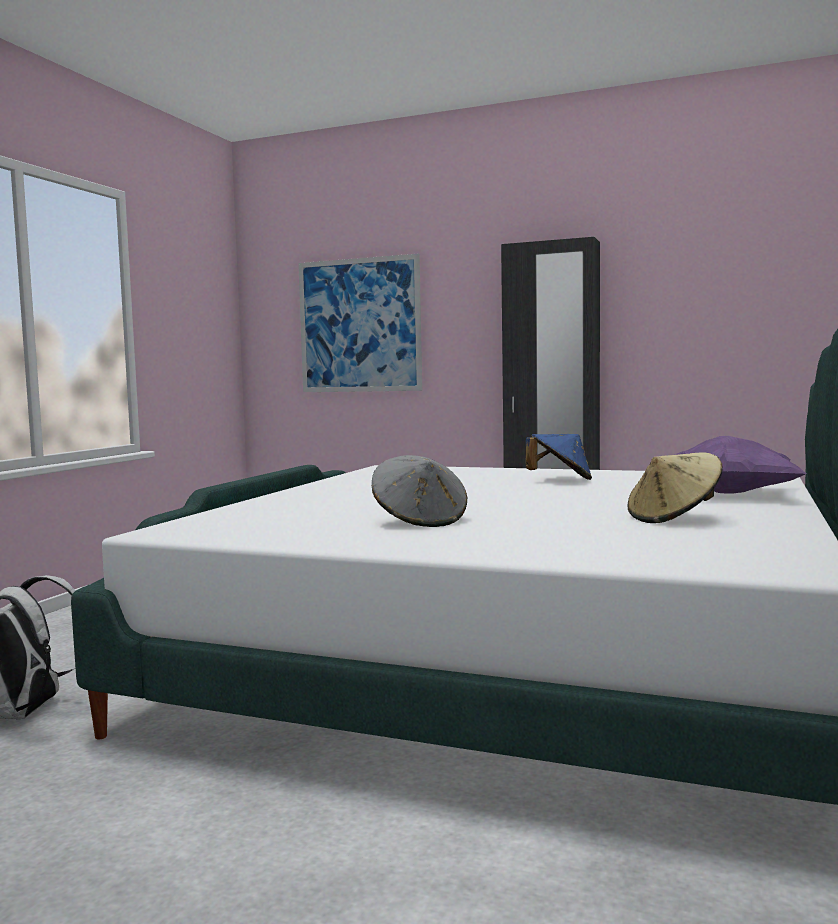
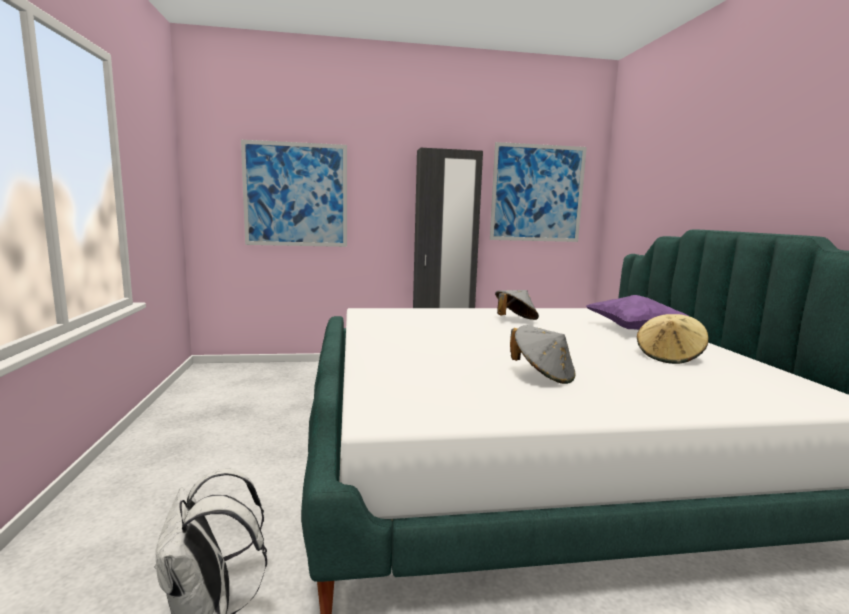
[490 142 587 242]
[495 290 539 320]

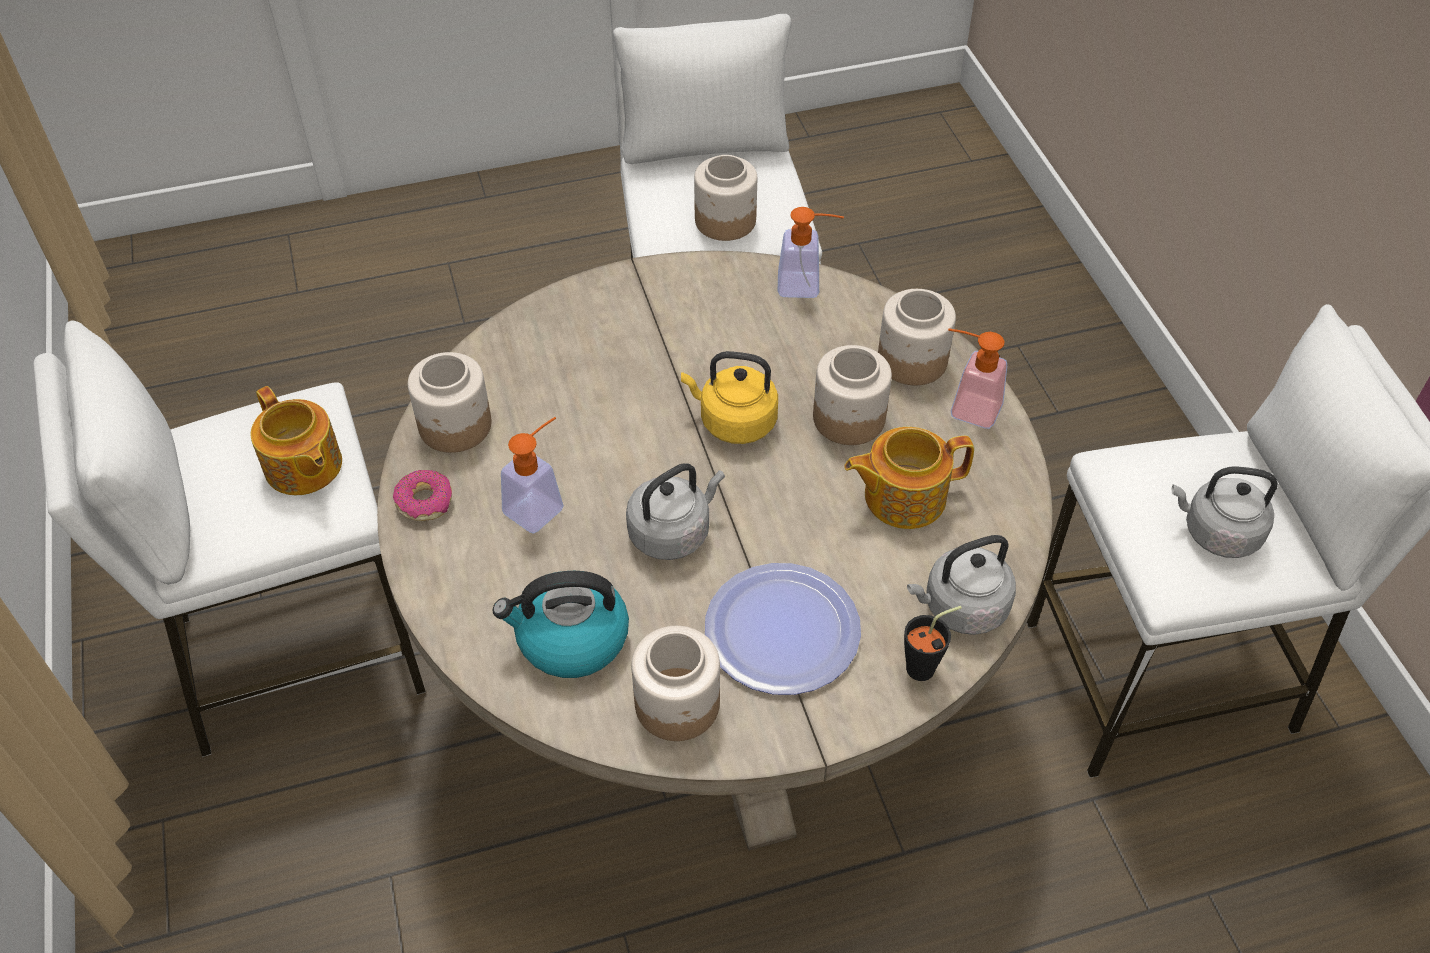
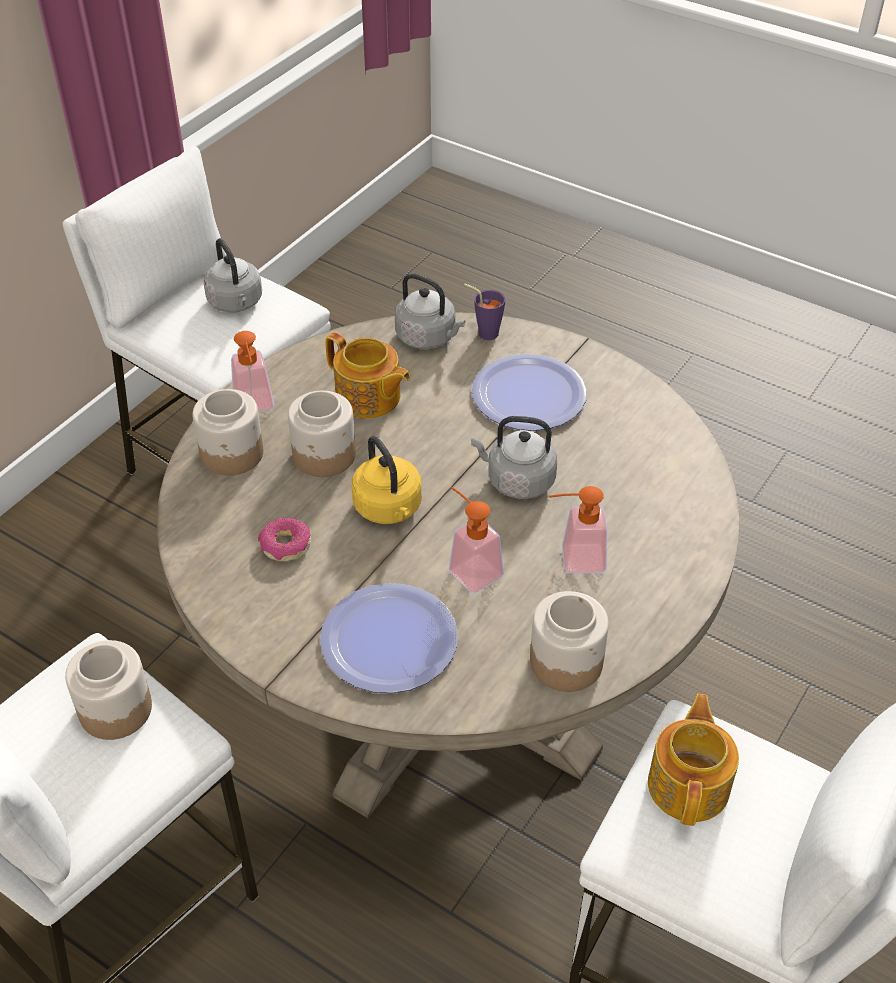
[258 518 311 561]
[320 583 458 693]
[449 487 504 594]
[464 284 505 340]
[492 571 629 678] (first image)
[631 626 720 741] (first image)

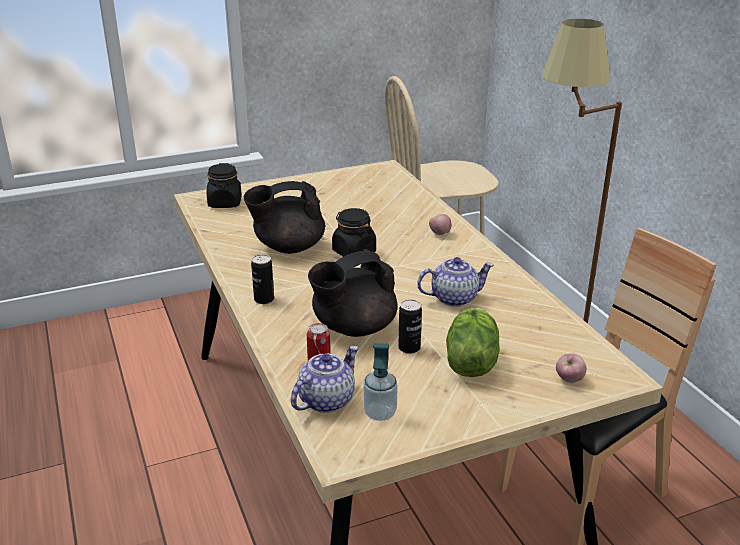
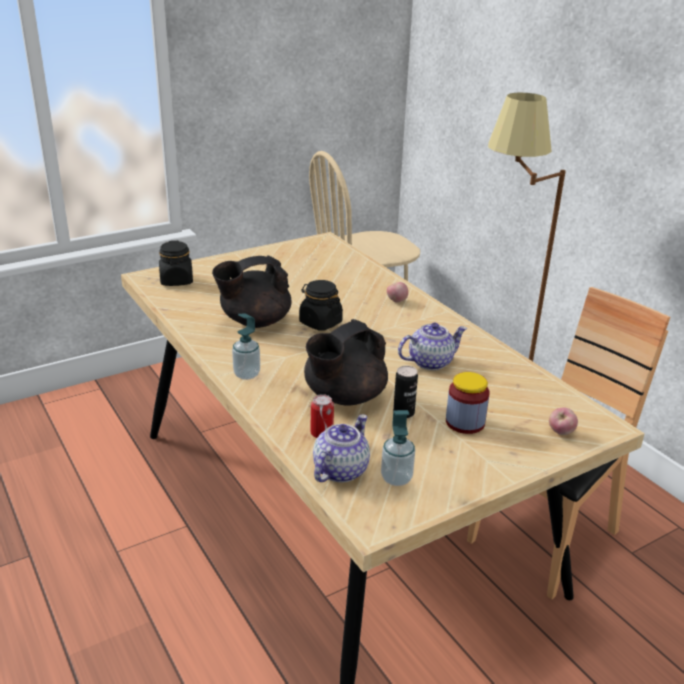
[232 313 260 380]
[446 372 490 434]

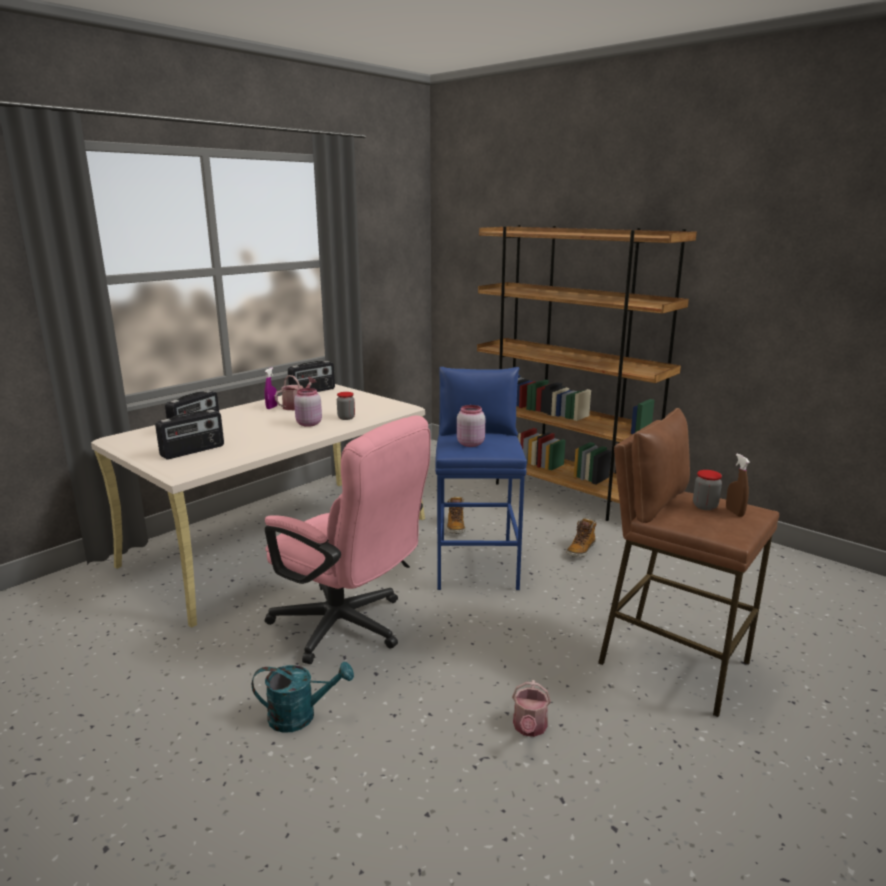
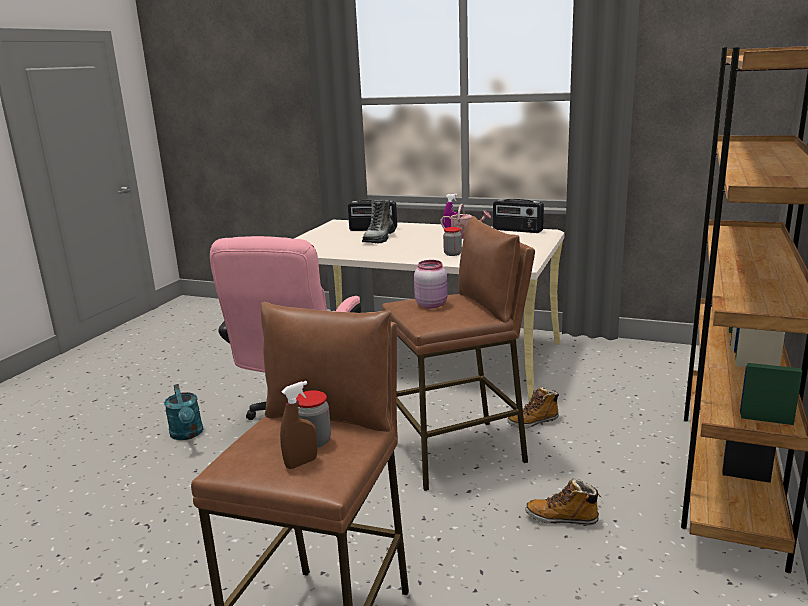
[362 200 395 244]
[382 216 535 491]
[155 410 224 459] (first image)
[294 388 322 427] (first image)
[512 680 551 737] (first image)

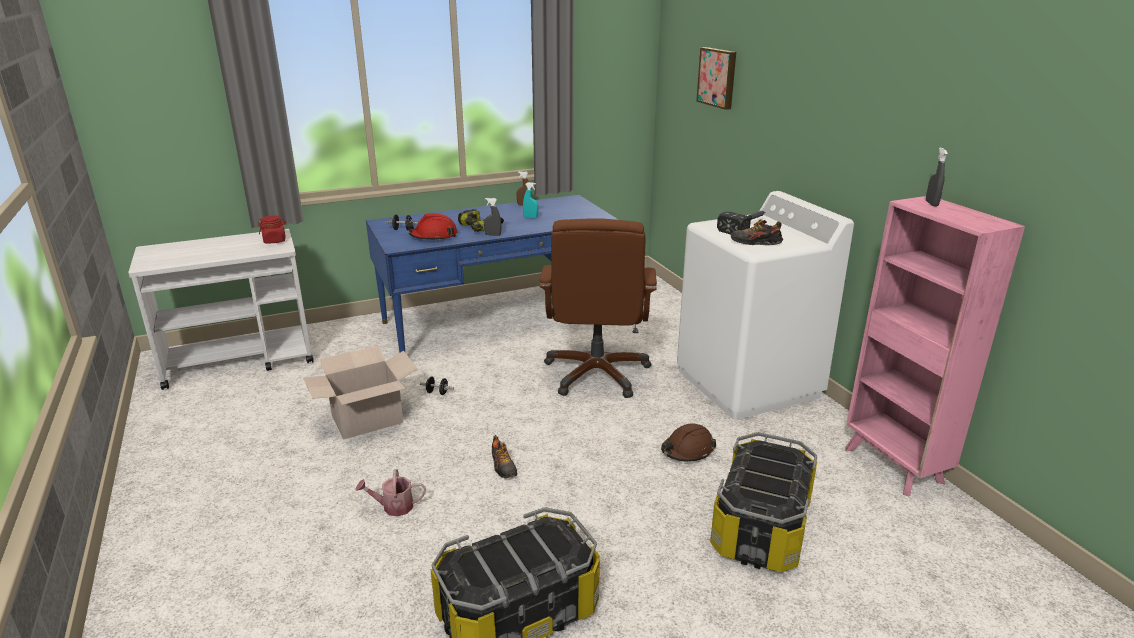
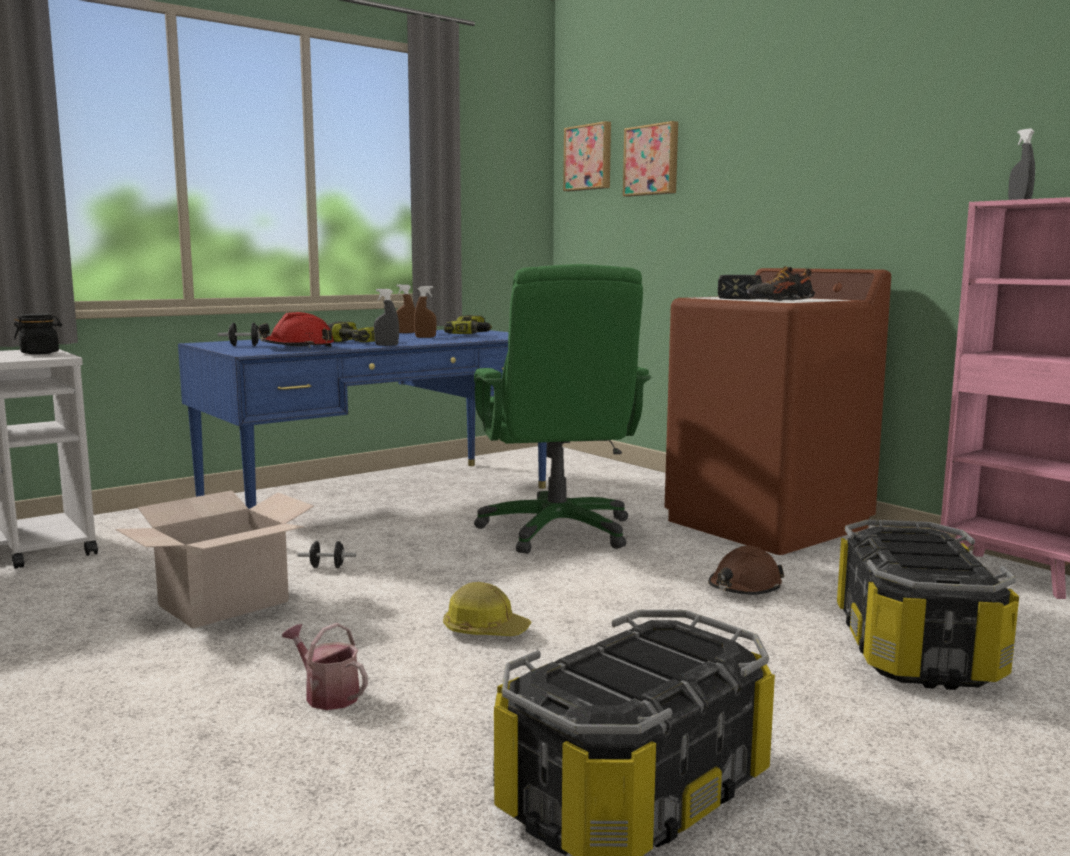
[14 314 62 355]
[282 623 368 710]
[414 286 437 338]
[443 582 531 636]
[444 315 492 334]
[474 264 651 554]
[563 121 611 191]
[665 268 891 555]

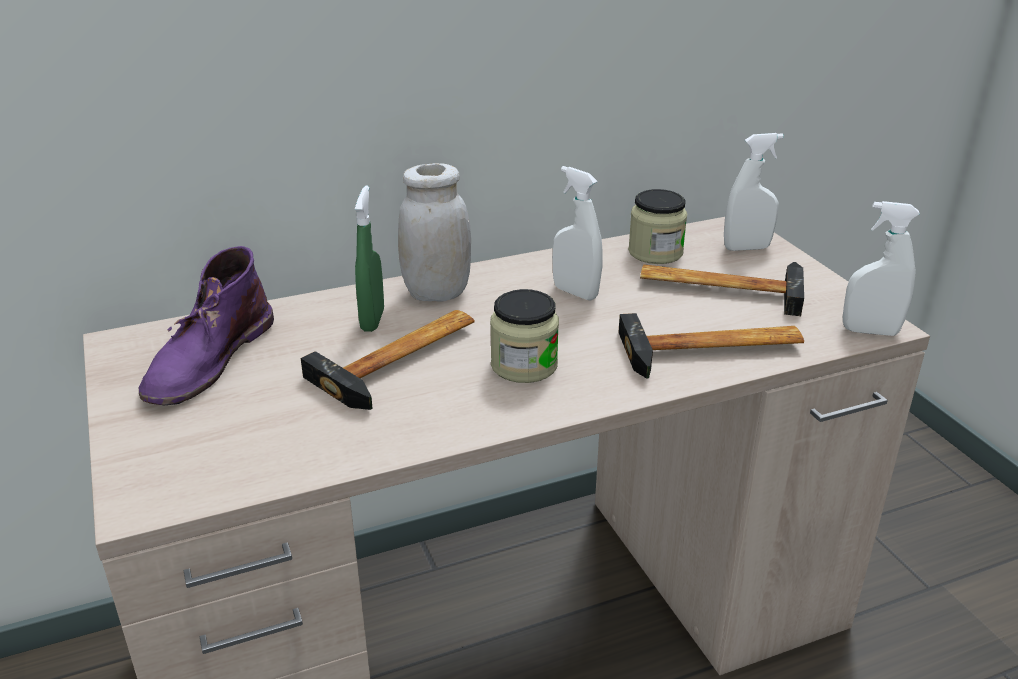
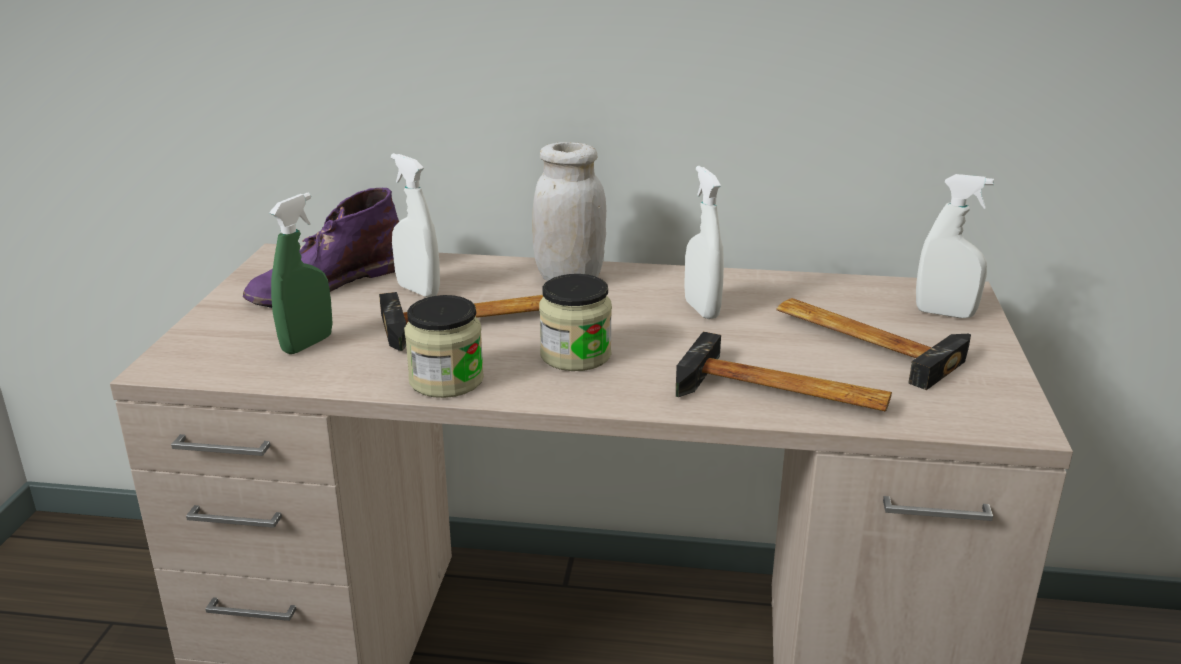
[269 193 333 354]
[391 153 440 297]
[404 295 484 398]

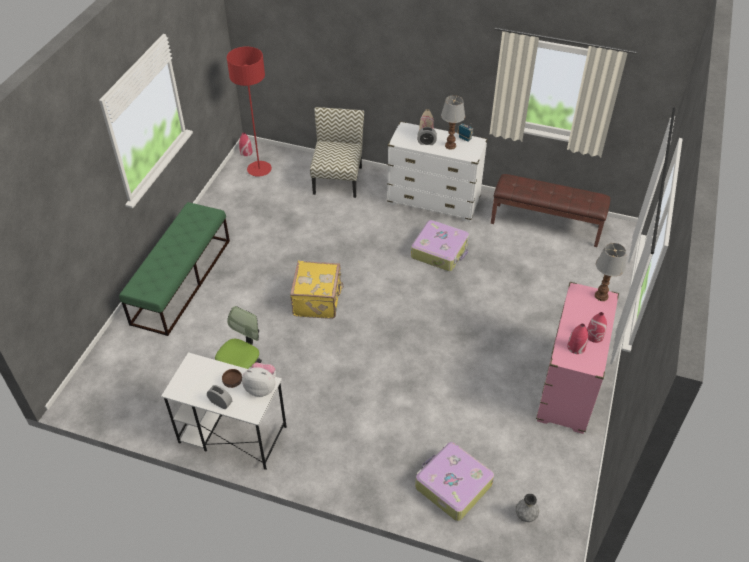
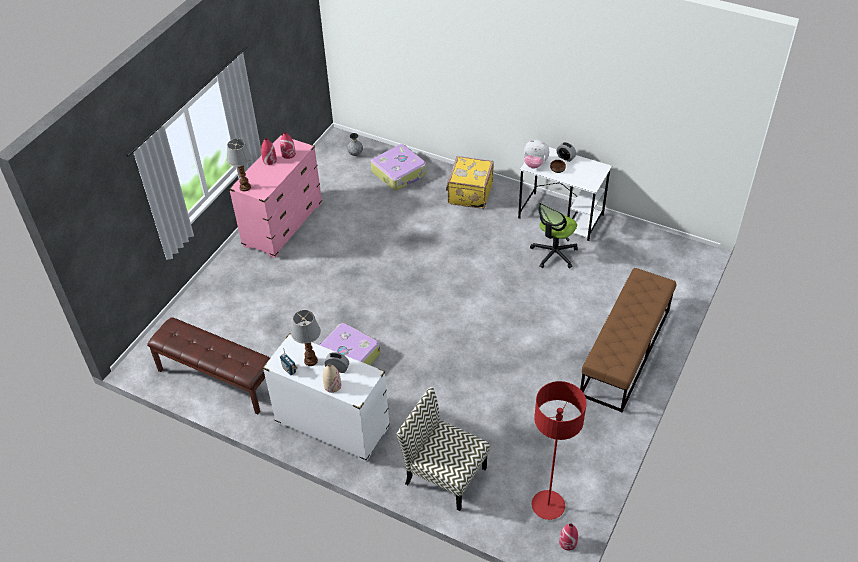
[396 387 490 511]
[446 156 494 209]
[580 268 676 412]

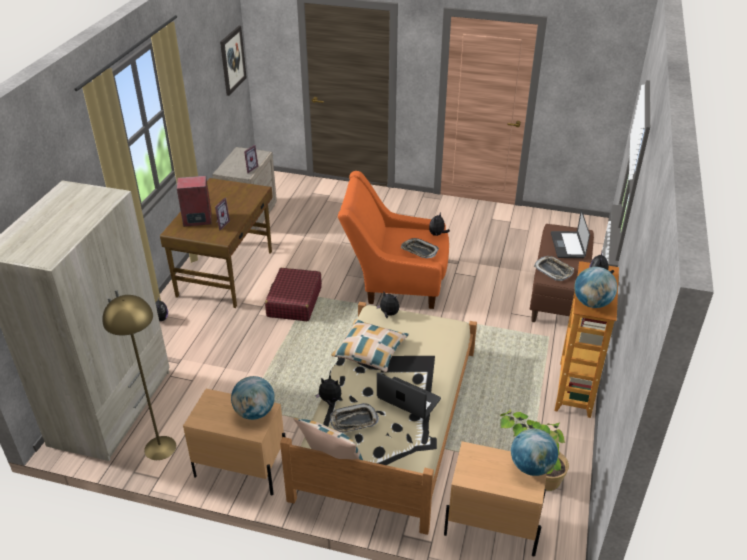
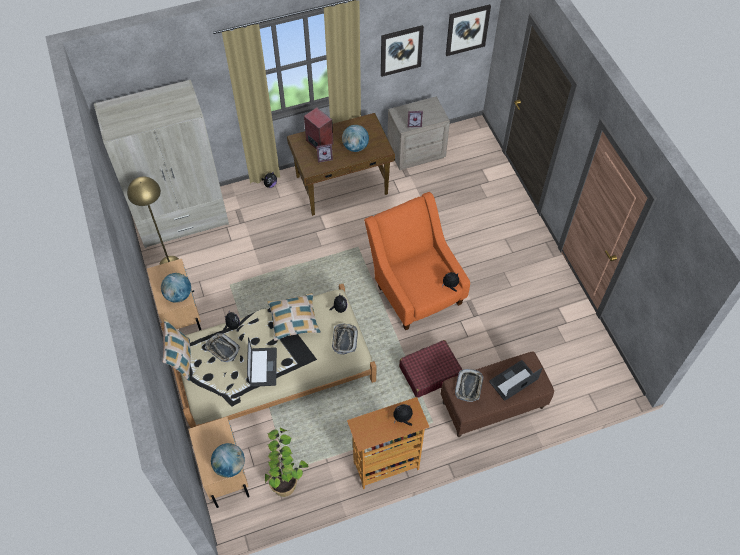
[332 324 358 355]
[342 125 369 152]
[381 25 424 77]
[399 340 462 398]

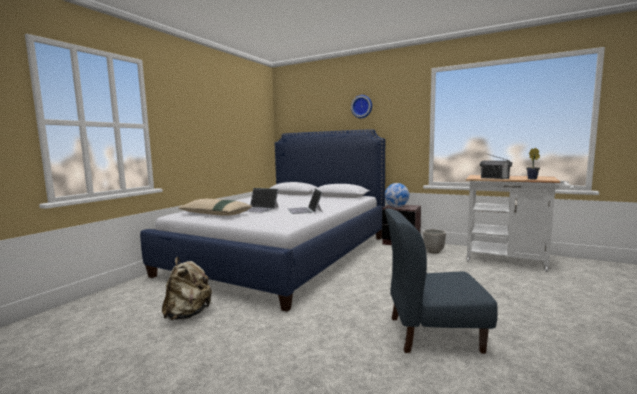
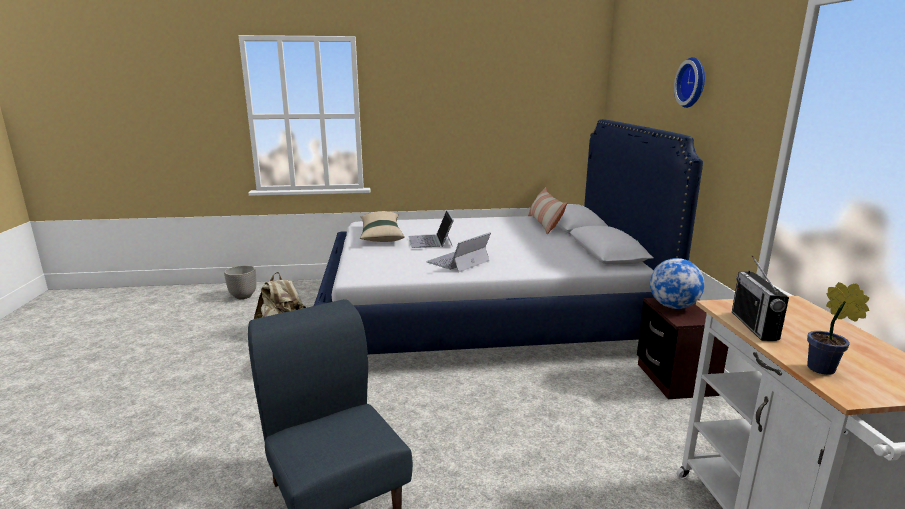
[224 265 256 299]
[528 187 567 234]

